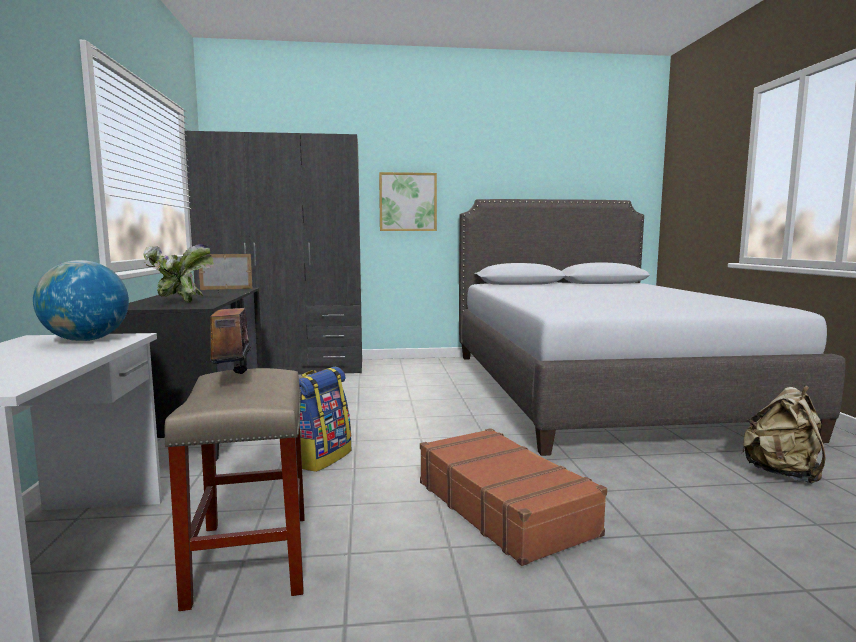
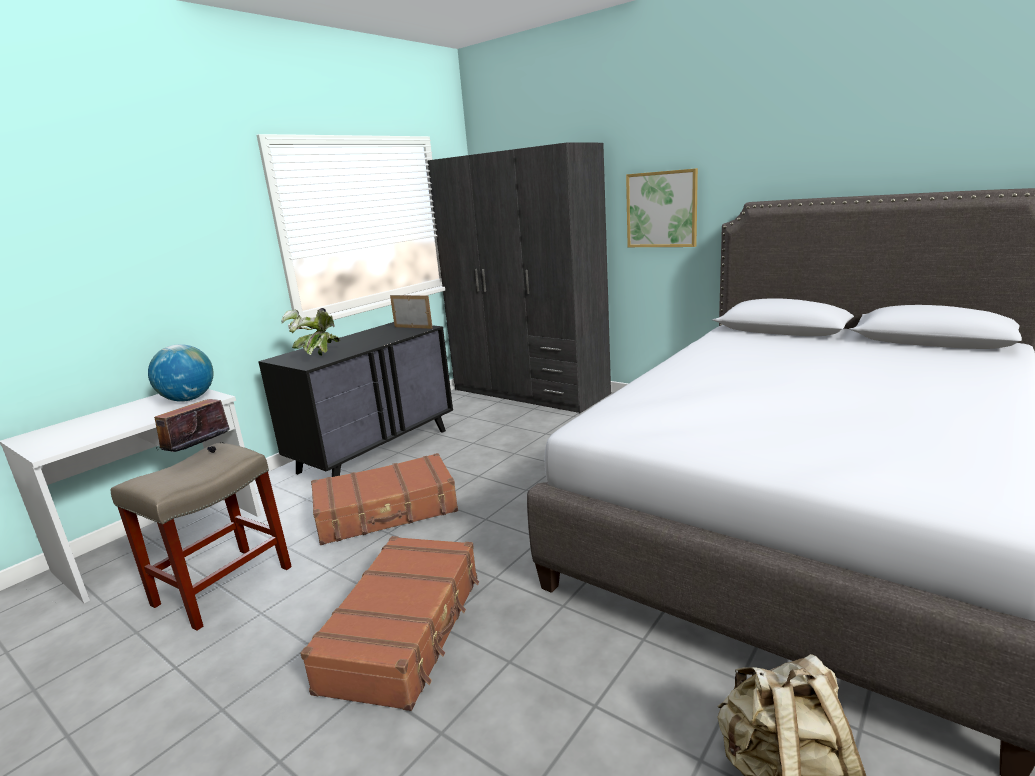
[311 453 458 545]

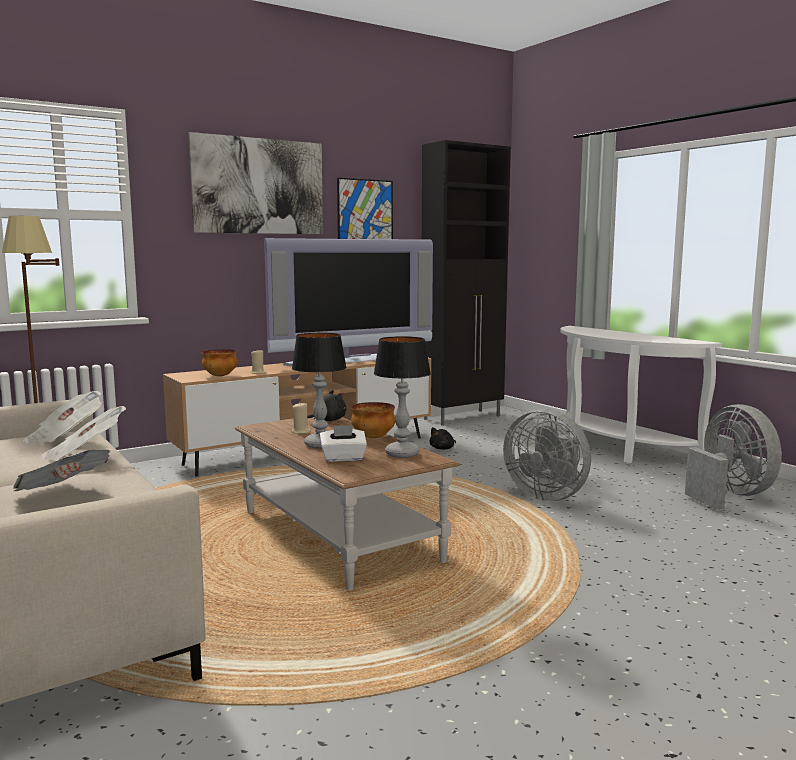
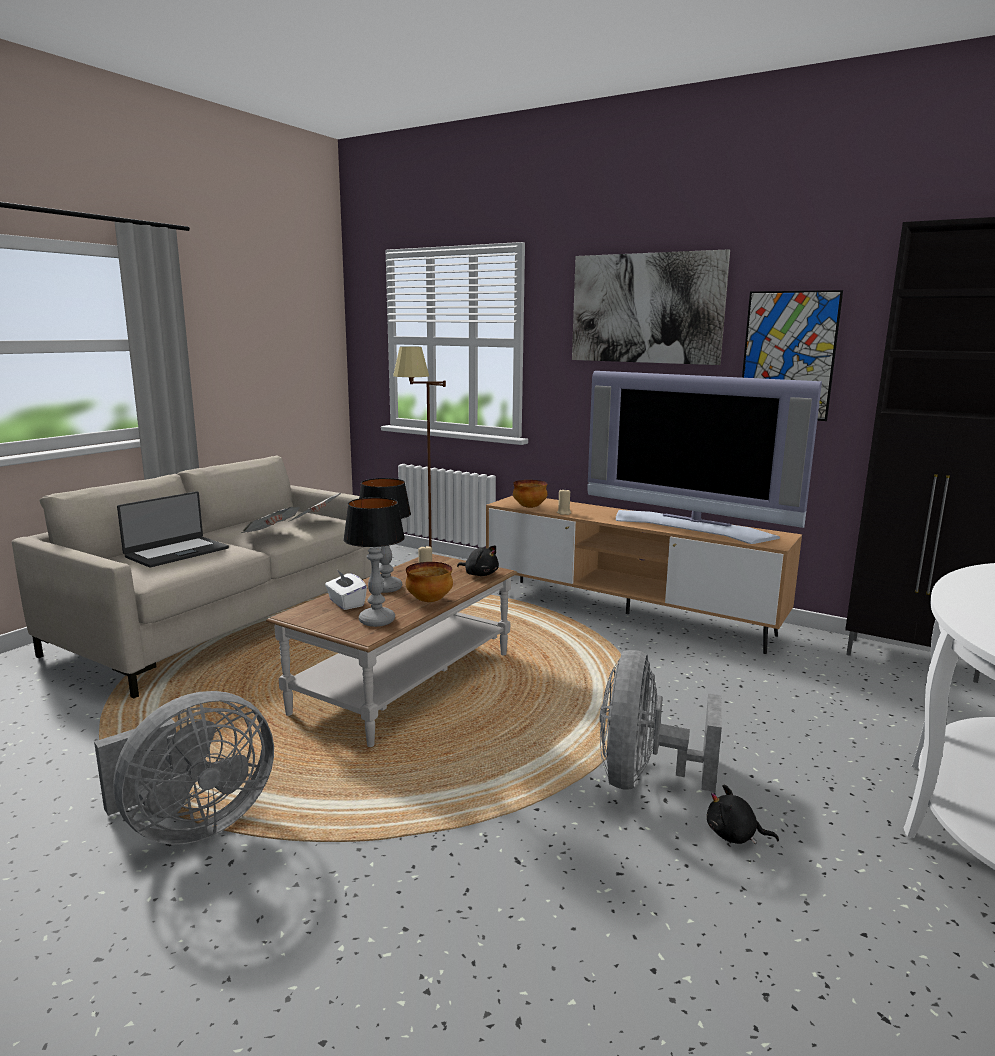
[94 691 274 845]
[117 491 229 568]
[707 784 779 844]

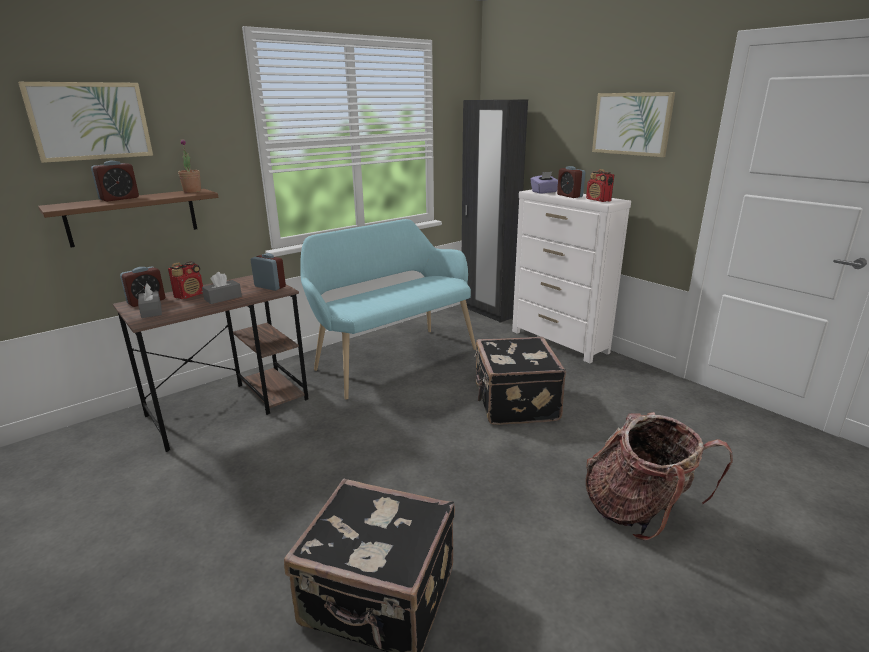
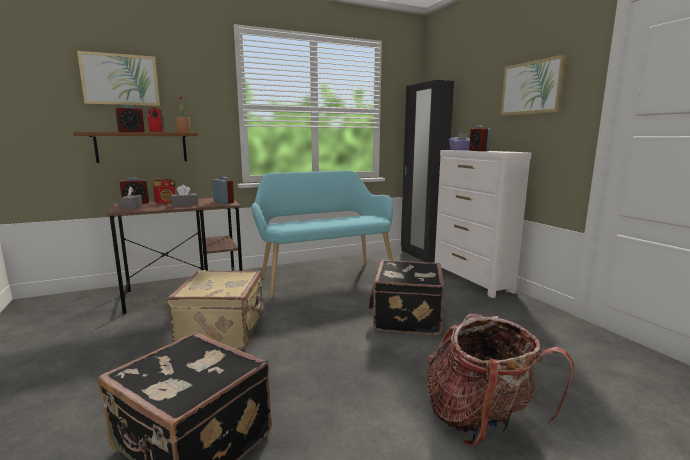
[148 107 165 132]
[167 270 265 350]

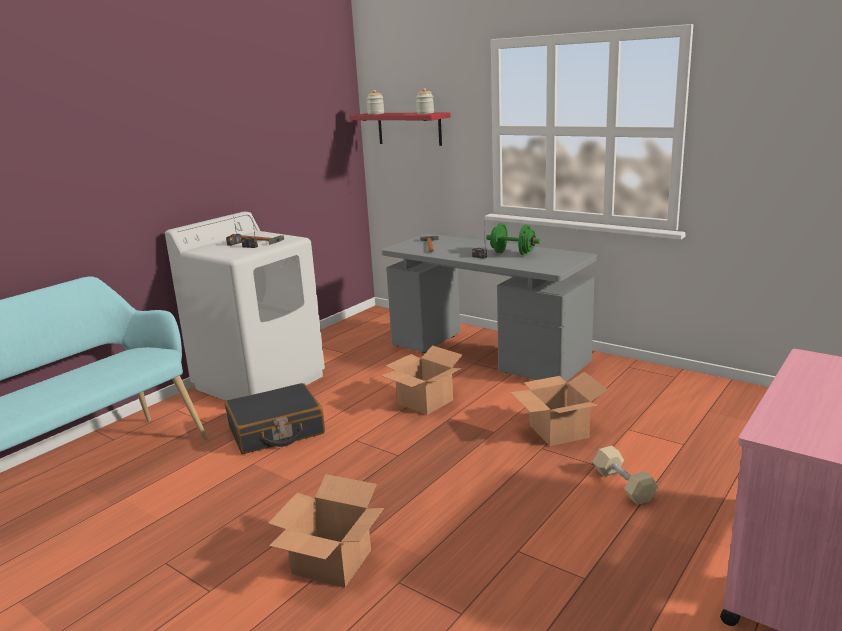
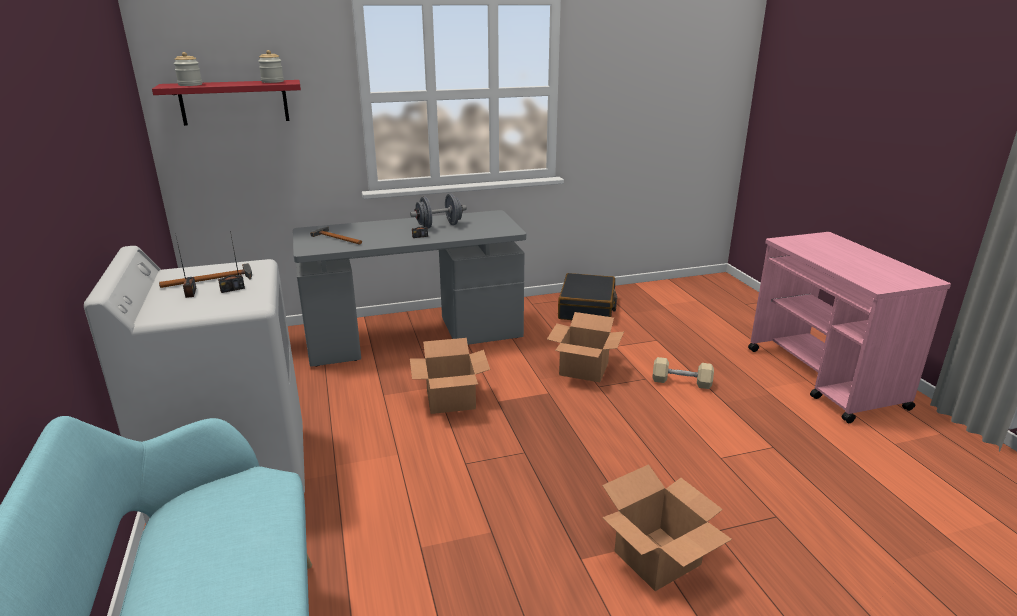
[410 194 467 229]
[558 273 617 320]

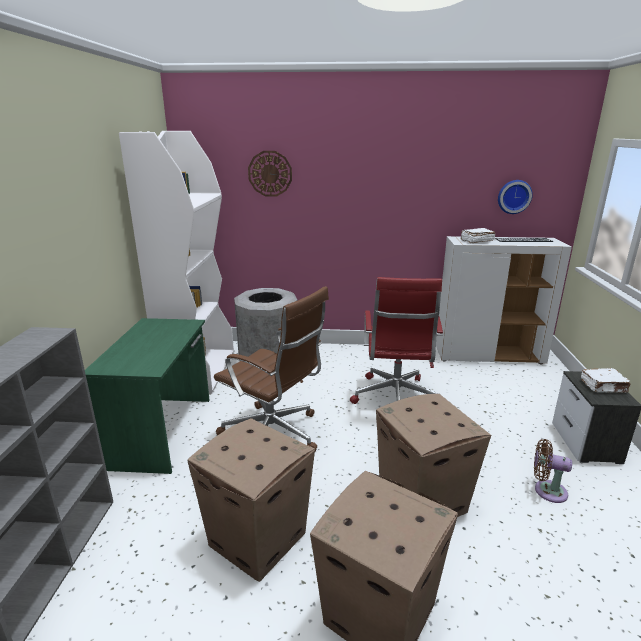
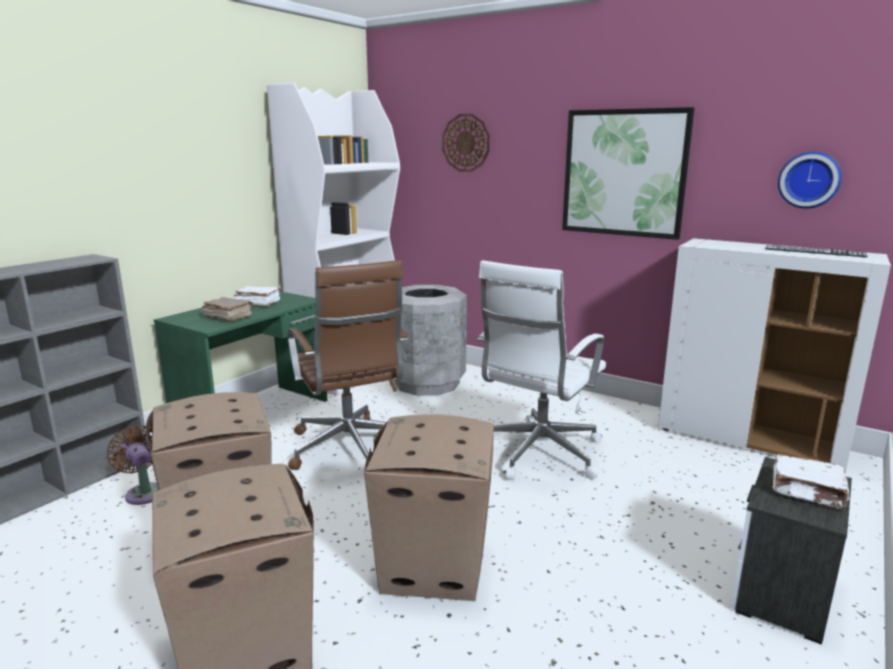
[107 425 158 505]
[201 297 253 321]
[233 286 281 306]
[477 260 606 480]
[562 107 695 240]

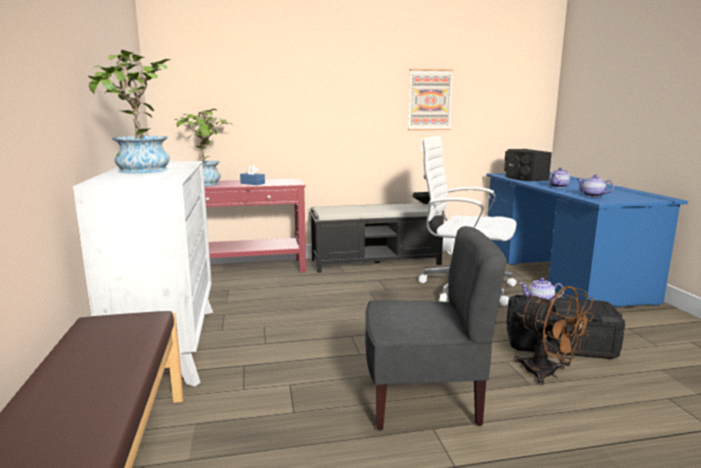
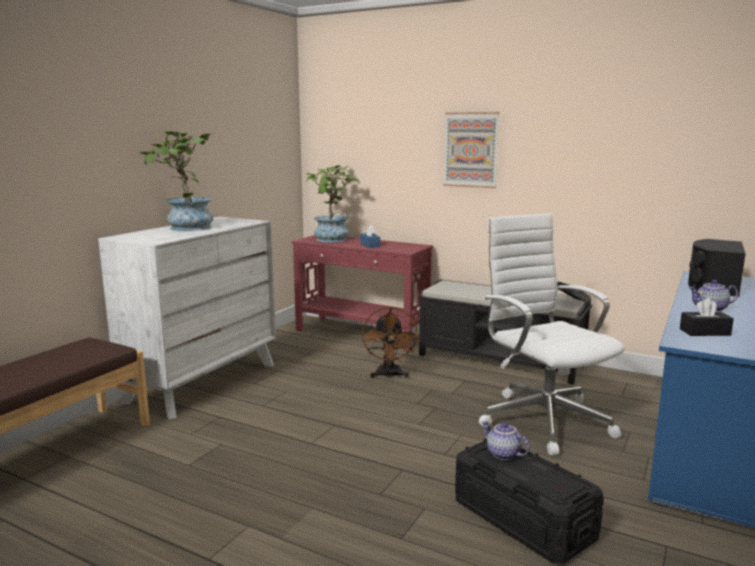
[362 307 418 379]
[443 112 499 188]
[680 298 734 336]
[365 226 507 430] (first image)

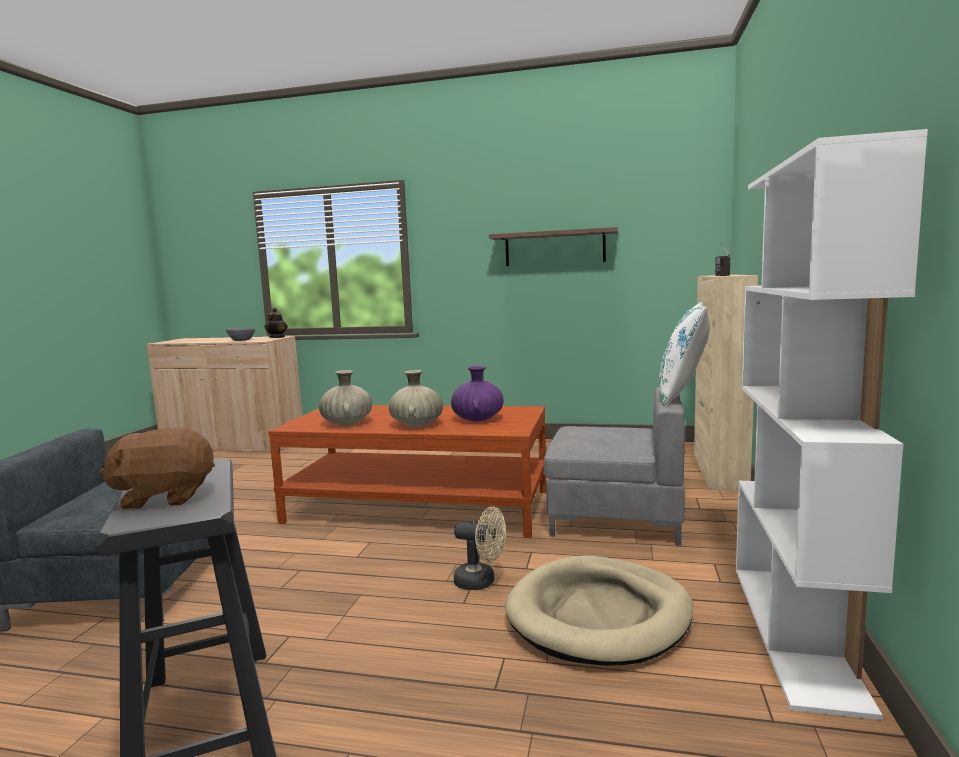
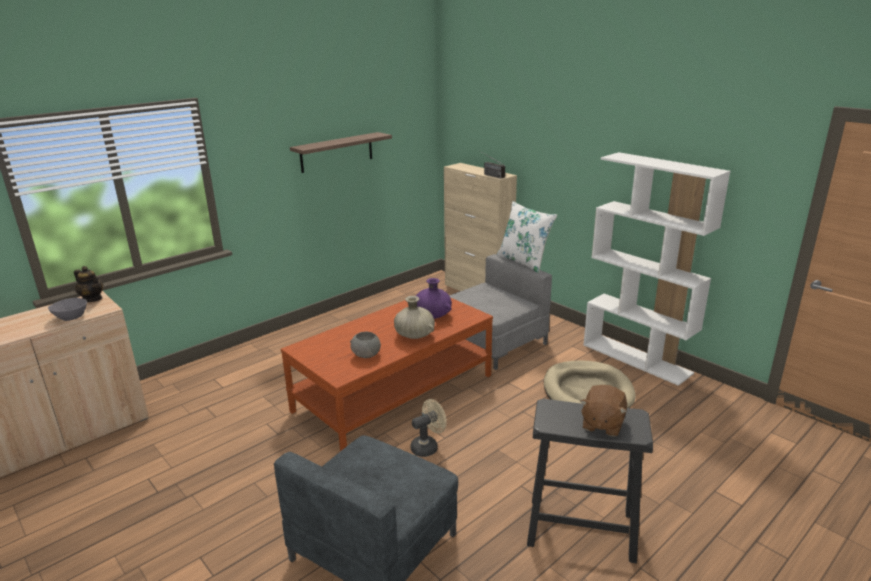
[350 332 381 358]
[411 399 447 457]

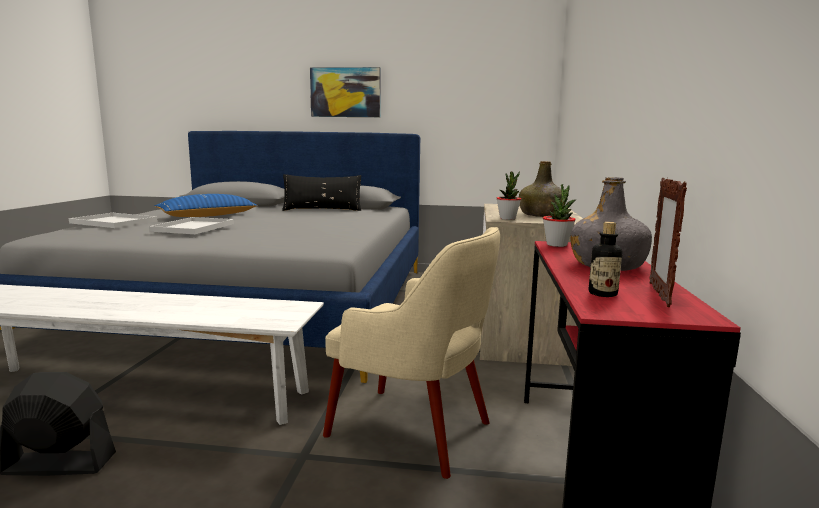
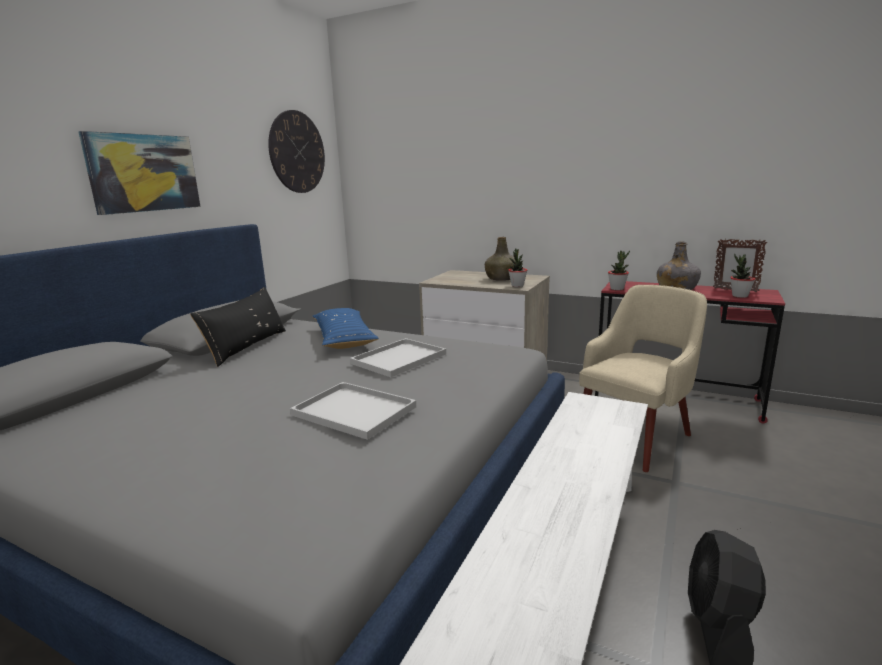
[268 110 325 193]
[312 308 379 349]
[350 338 446 377]
[730 254 755 298]

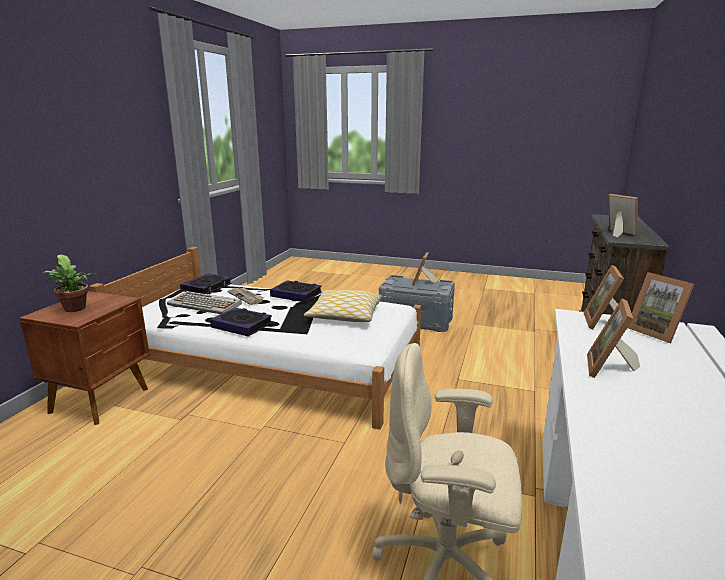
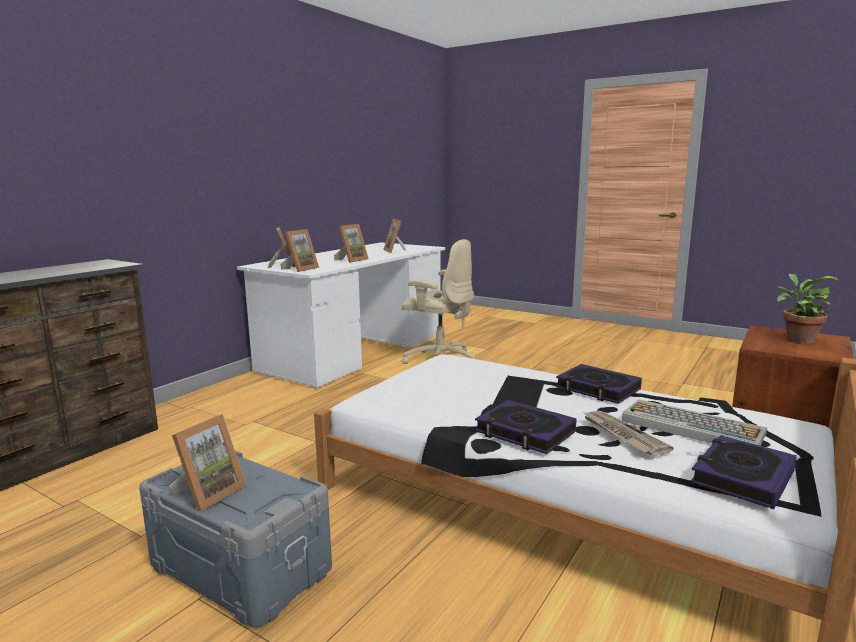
[383 219 406 253]
[304 290 382 322] (first image)

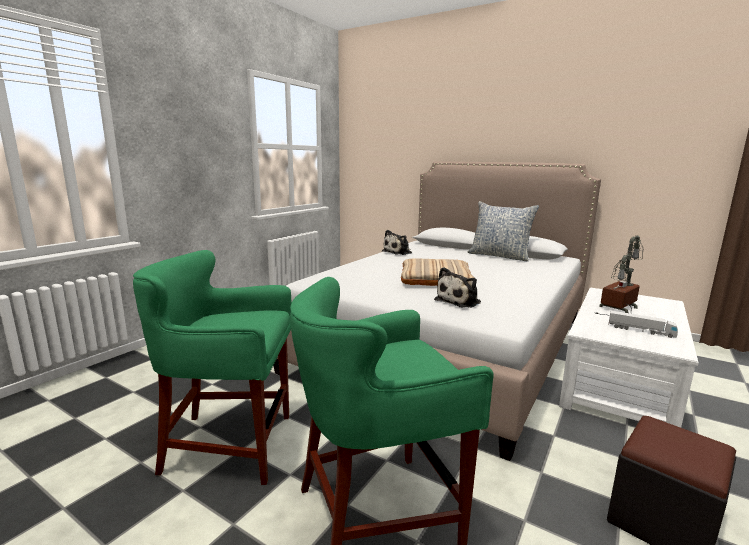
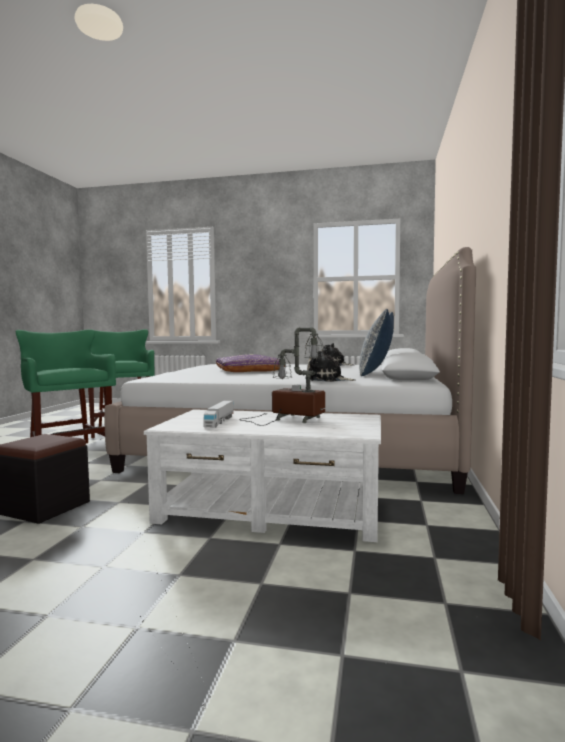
[216 354 285 372]
[307 349 356 382]

